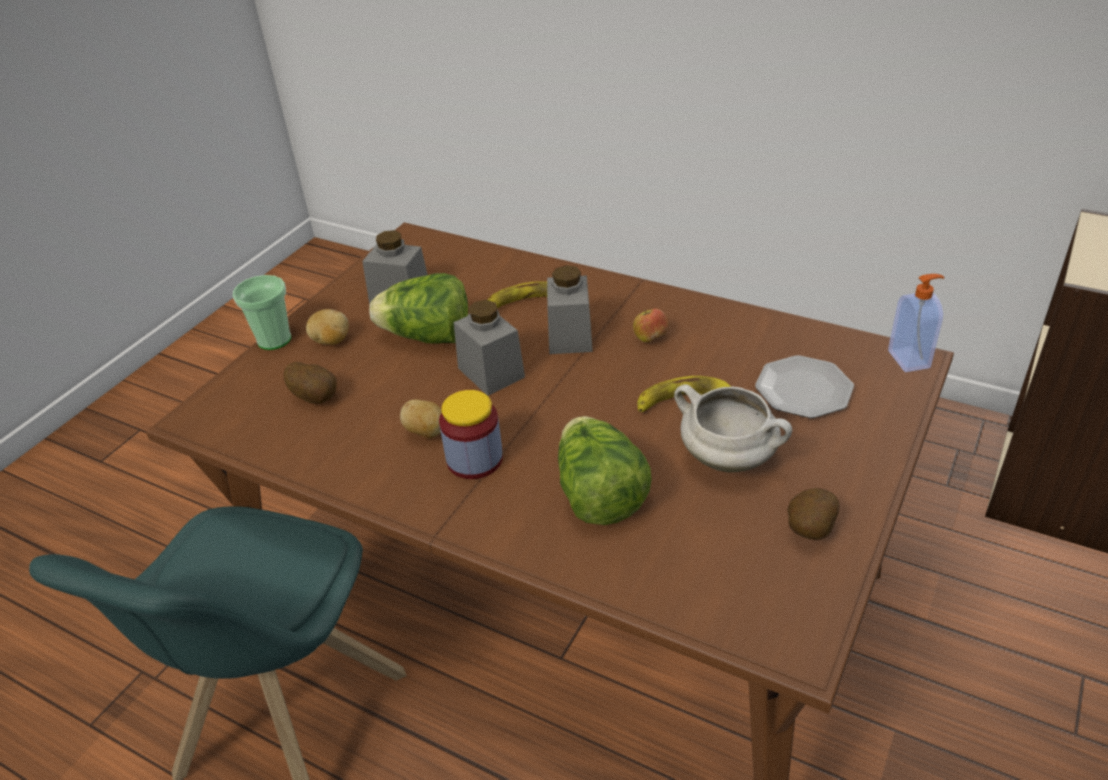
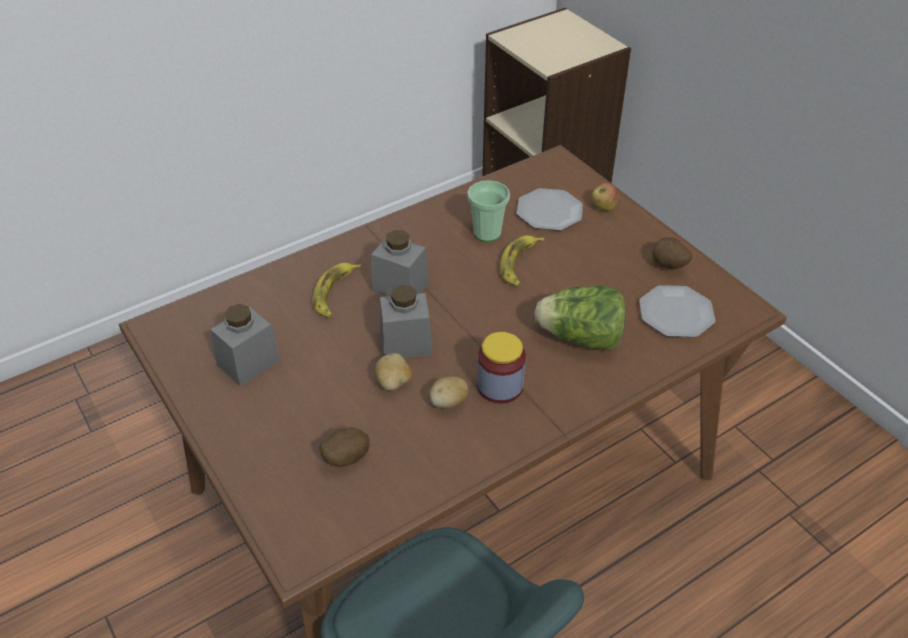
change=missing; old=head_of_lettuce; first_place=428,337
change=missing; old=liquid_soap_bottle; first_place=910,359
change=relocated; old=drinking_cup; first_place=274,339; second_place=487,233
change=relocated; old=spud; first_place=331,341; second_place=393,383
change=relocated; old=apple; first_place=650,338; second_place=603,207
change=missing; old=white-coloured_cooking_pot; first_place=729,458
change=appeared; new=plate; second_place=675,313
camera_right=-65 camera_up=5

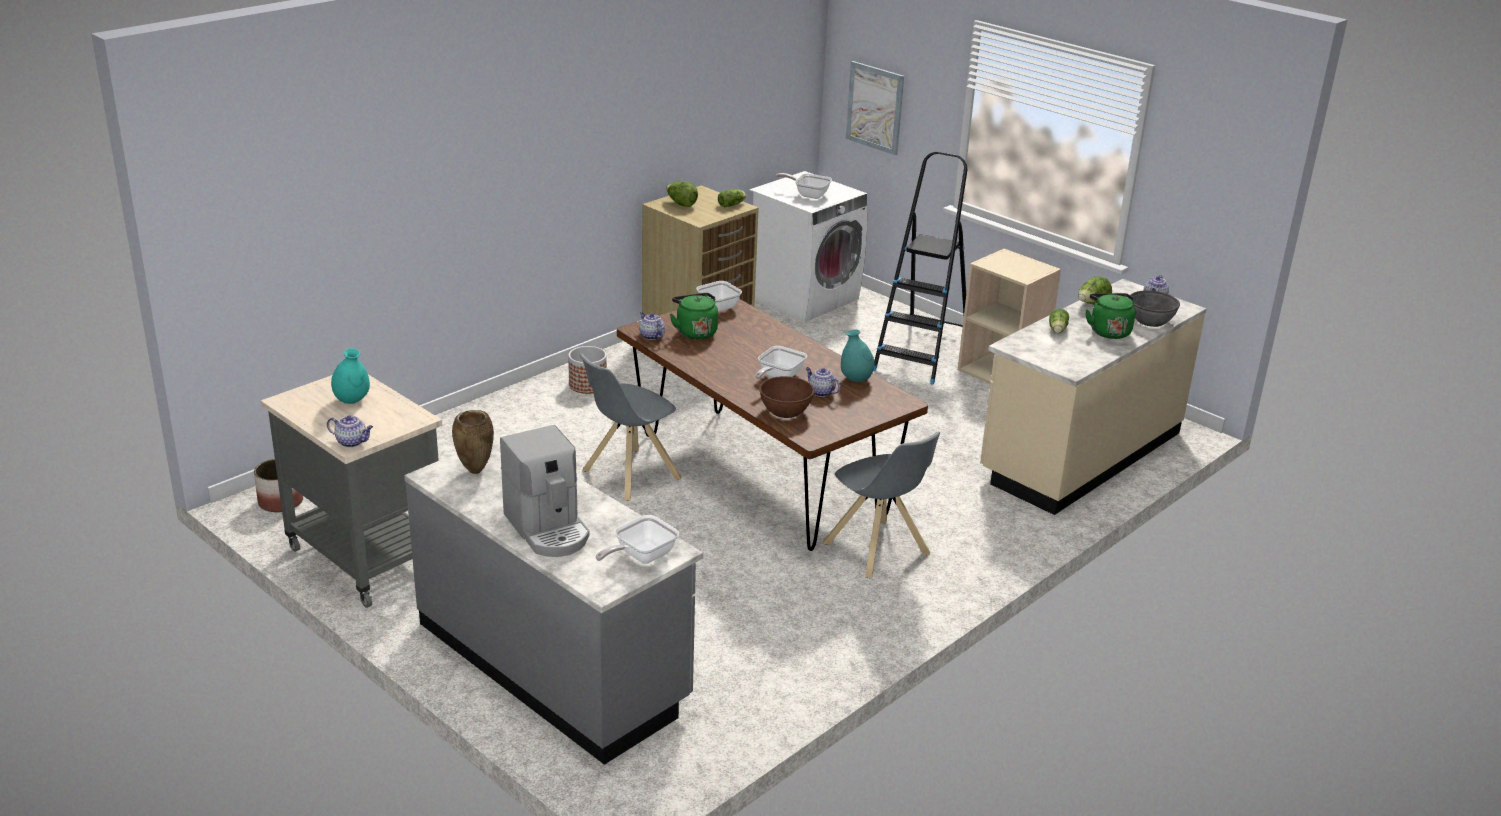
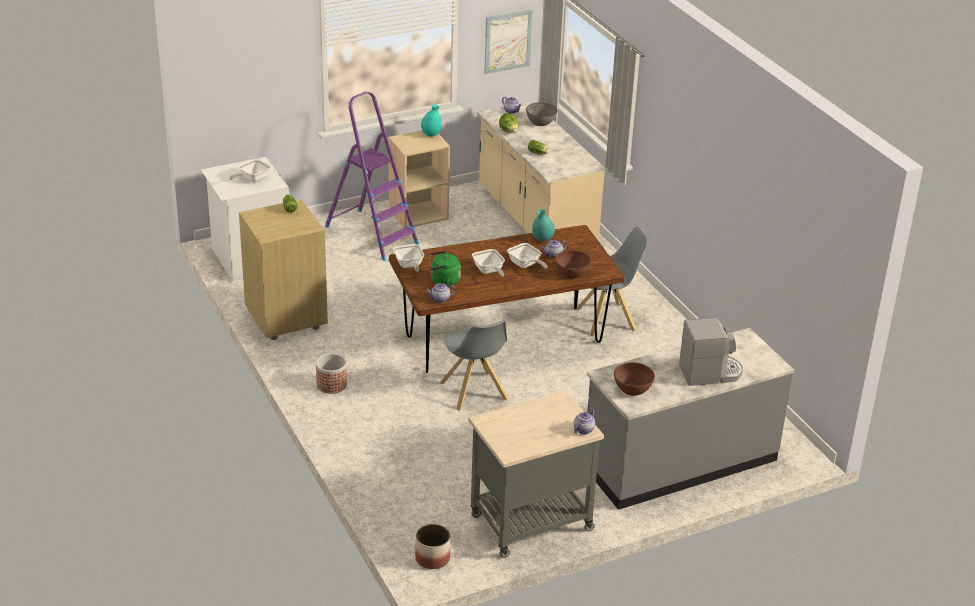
change=relocated; old=picture; first_place=875,107; second_place=507,41
change=colour; old=blackish_step_stool; new=purplish_step_stool; first_place=921,353; second_place=372,235
change=missing; old=head_of_lettuce; first_place=681,204
change=missing; old=greenish_tea_kettle; first_place=1108,331
change=relocated; old=blue-green_decorative_vase; first_place=352,400; second_place=431,134
change=exchanged; old=brownish_decorative_vase; new=brownish_bowl; first_place=474,471; second_place=632,389
change=relocated; old=skillet; first_place=640,556; second_place=489,271
camera_right=-70 camera_up=5

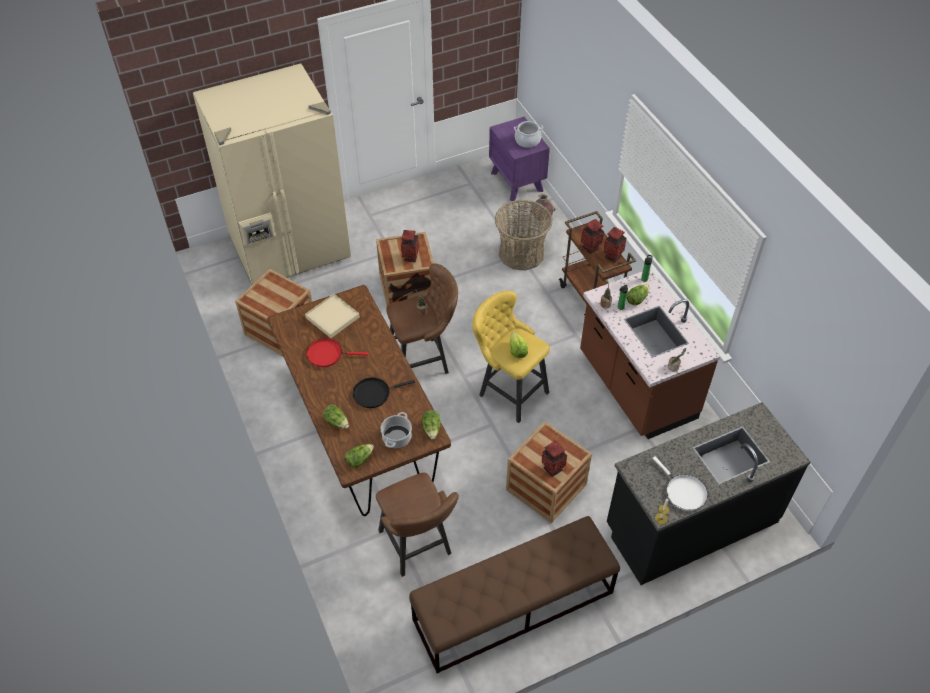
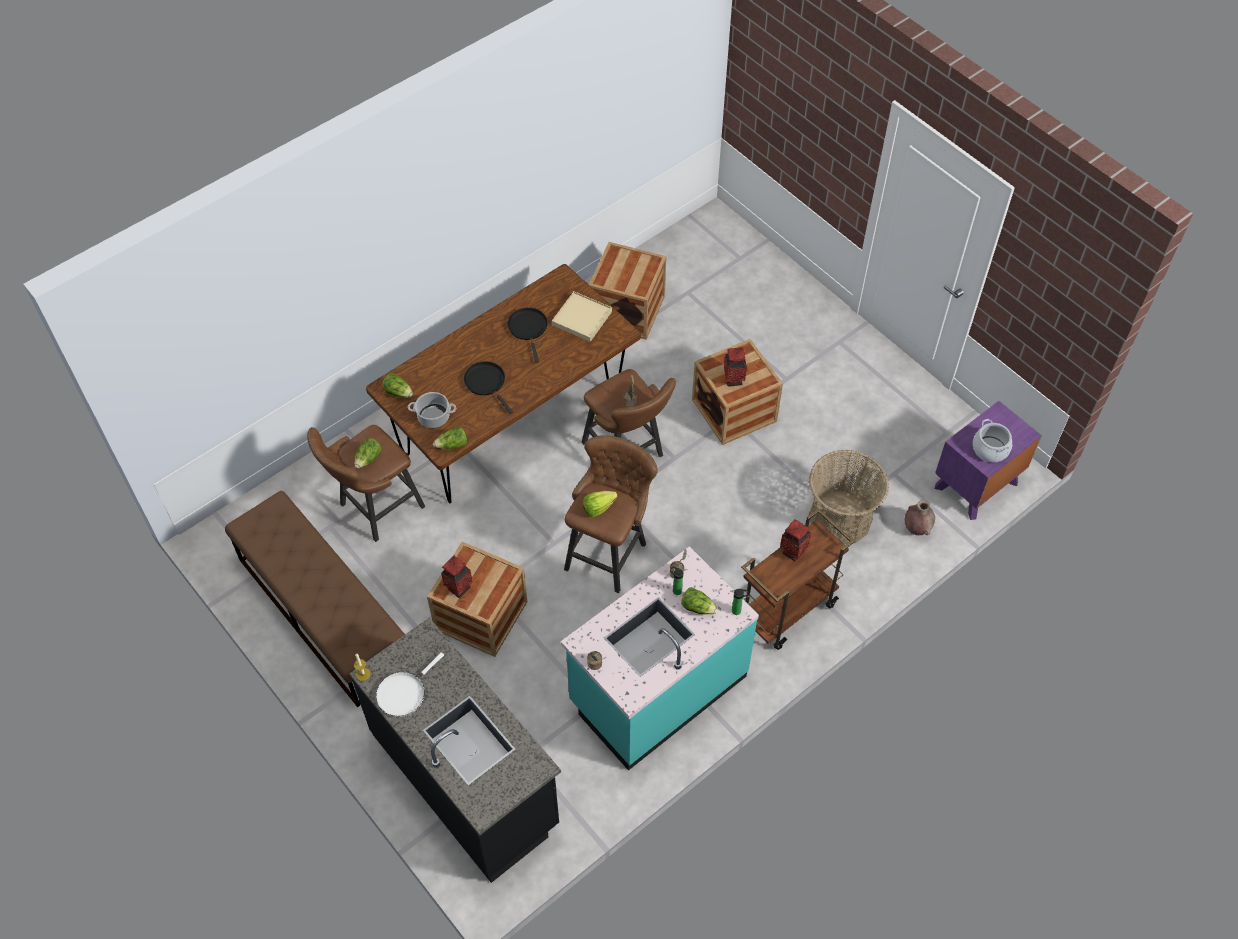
change=missing; old=sand-coloured_kitchen_fridge; first_place=290,250
change=missing; old=decorative_vase; first_place=612,257
change=colour; old=brownish_kitchen_counter; new=blue-green_kitchen_counter; first_place=635,387; second_place=657,689
change=colour; old=yellowish_stool; new=brownish_stool; first_place=507,389; second_place=610,548
change=colour; old=red_skillet; new=blackish_skillet; first_place=327,354; second_place=528,328
change=relocated; old=head_of_lettuce; first_place=337,422; second_place=368,458
camera_right=75 camera_up=5

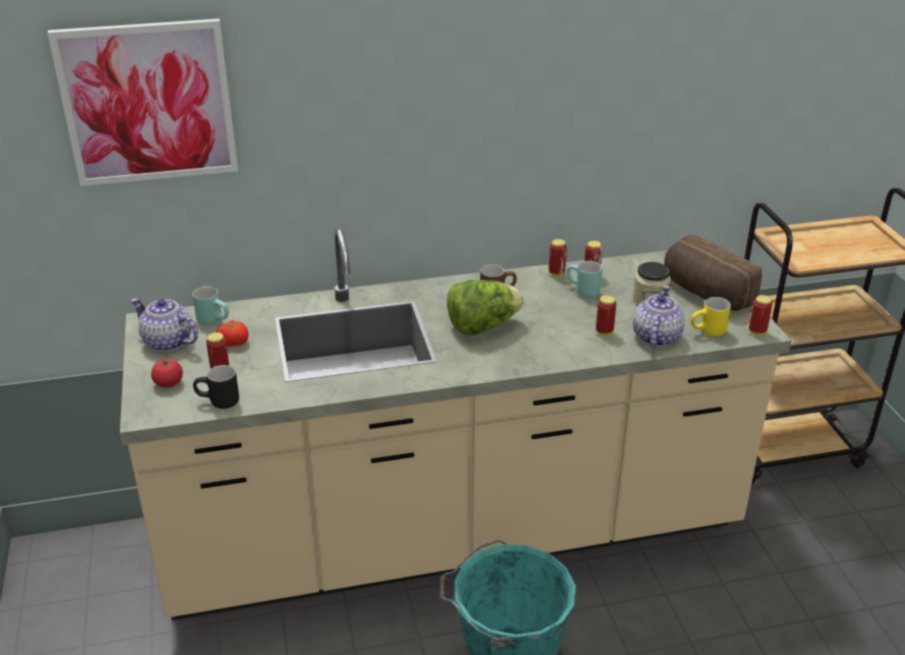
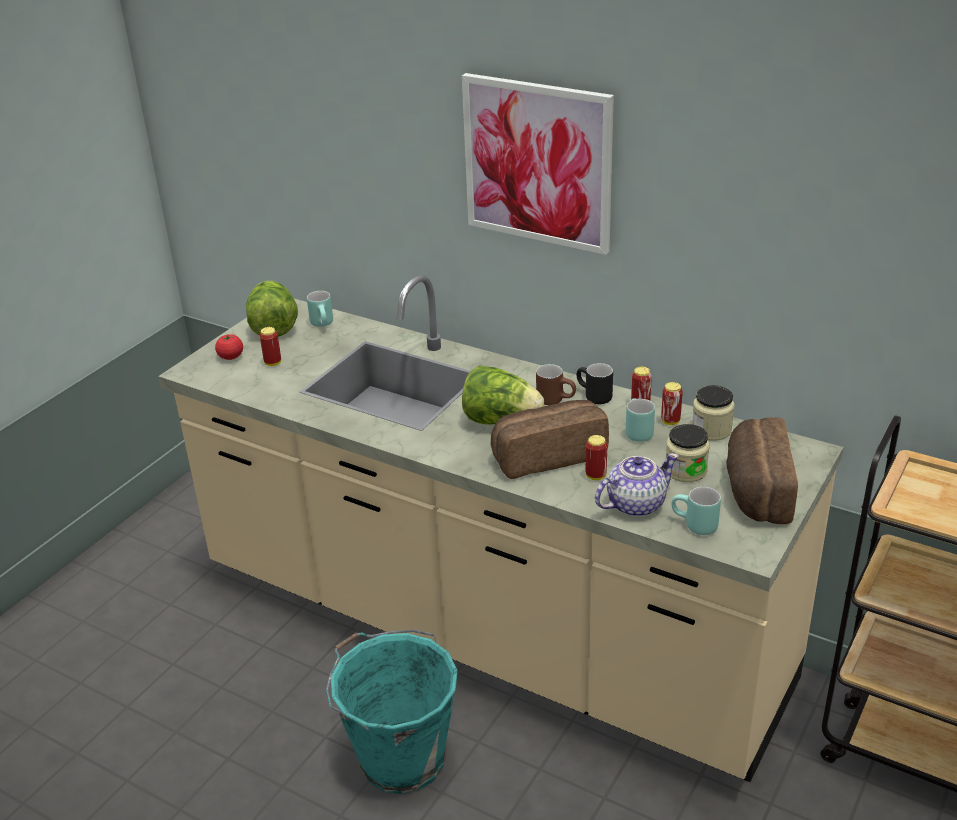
change=relocated; old=picture; first_place=148,102; second_place=538,162
change=missing; old=metal_can; first_place=757,331
change=colour; old=yellowish_tea_mug; new=blue-green_tea_mug; first_place=708,333; second_place=693,526
change=exchanged; old=pot_for_tea; new=head_of_lettuce; first_place=168,342; second_place=273,327
change=missing; old=whole_tomato; first_place=234,341
change=relocated; old=blackish_tea_mug; first_place=218,403; second_place=592,397
change=appeared; new=storage_jar; second_place=711,430
change=appeared; new=bread; second_place=548,455
camera_right=45 camera_up=0

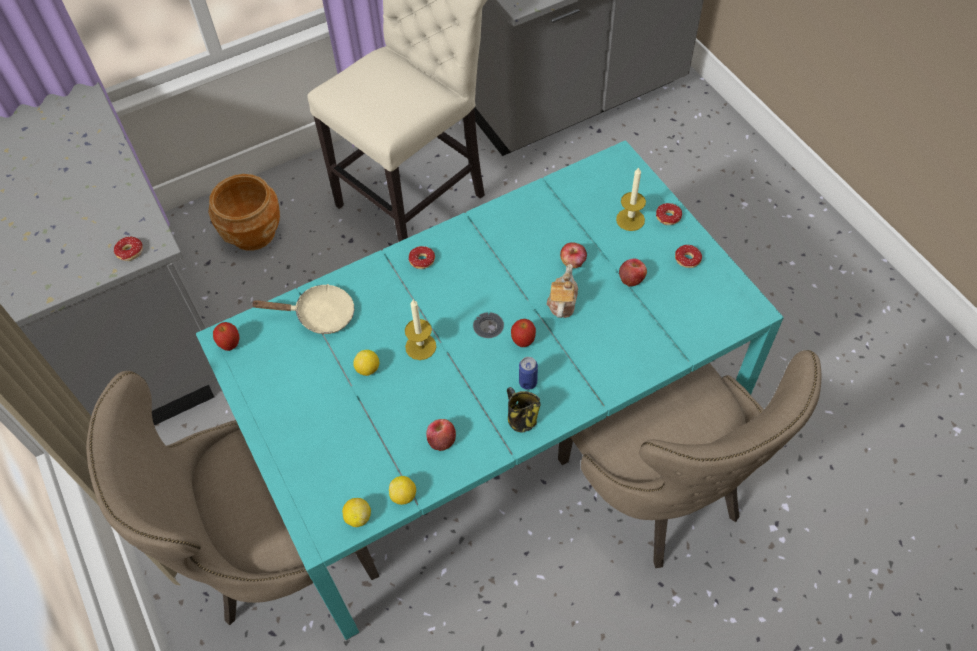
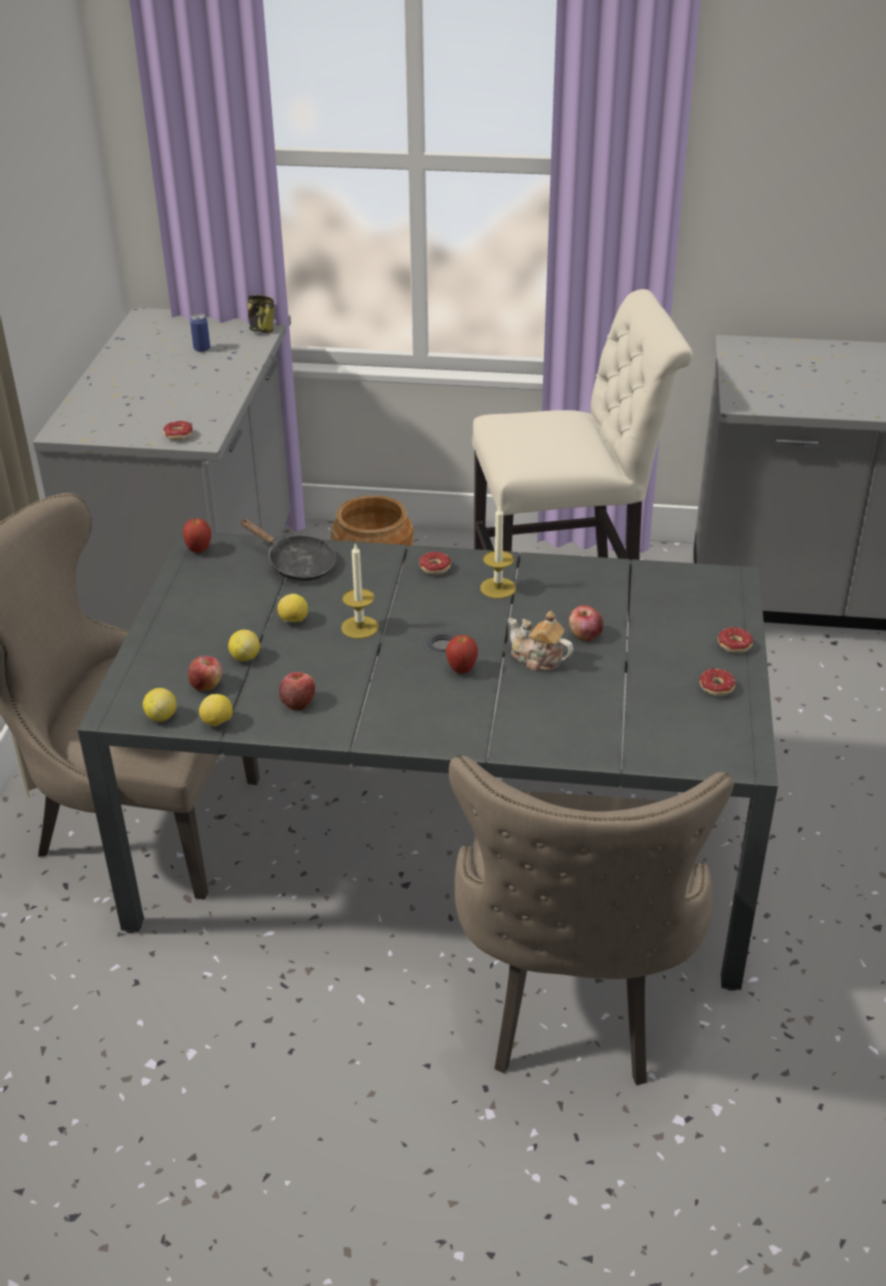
change=colour; old=blue-green_kitchen_table; new=gray_kitchen_table; first_place=493,428; second_place=445,842
change=relocated; old=wax_candle; first_place=630,219; second_place=498,588
change=relocated; old=apple; first_place=631,279; second_place=206,684
change=spun; old=pot_for_tea; first_place=562,302; second_place=537,659; degrees=-105
change=colour; old=sand-coloured_skillet; new=blackish_skillet; first_place=319,315; second_place=296,564
change=relocated; old=metal_can; first_place=528,382; second_place=202,349
change=relocated; old=tea_mug; first_place=520,419; second_place=262,329
change=appeared; new=citrus_fruit; second_place=245,657
camera_right=35 camera_up=-20

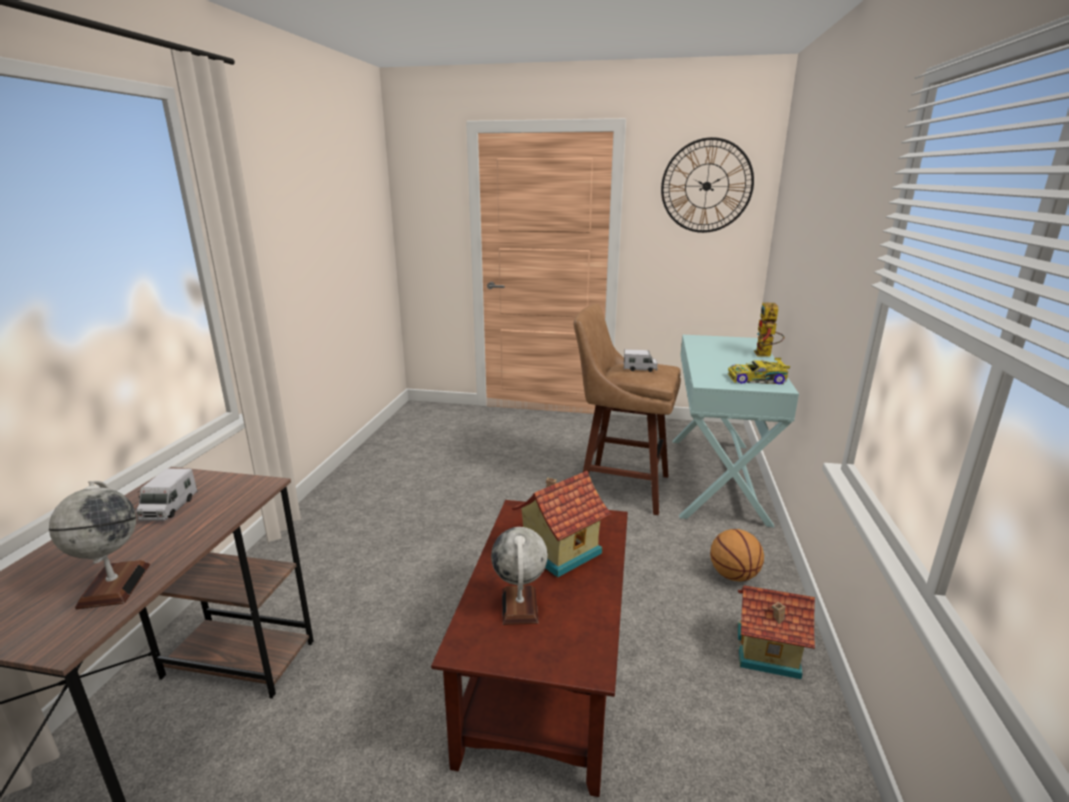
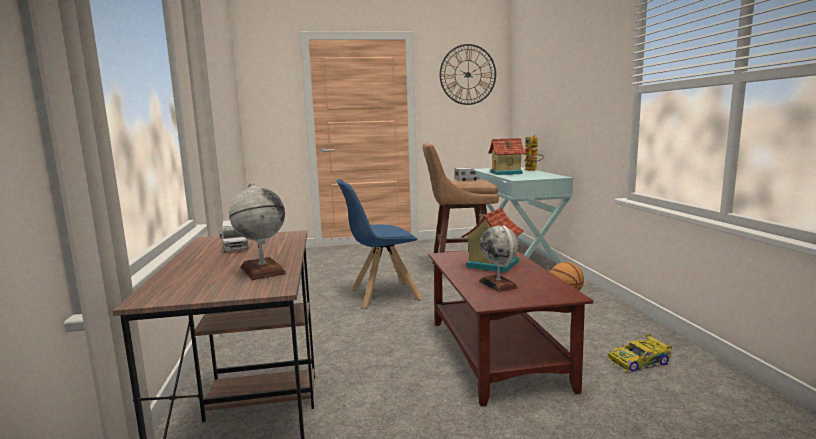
change=relocated; old=model_car; first_place=757,379; second_place=639,361
change=relocated; old=miniature_house; first_place=768,653; second_place=506,173
change=appeared; new=blue_plain_chair; second_place=381,295
camera_right=-20 camera_up=-10

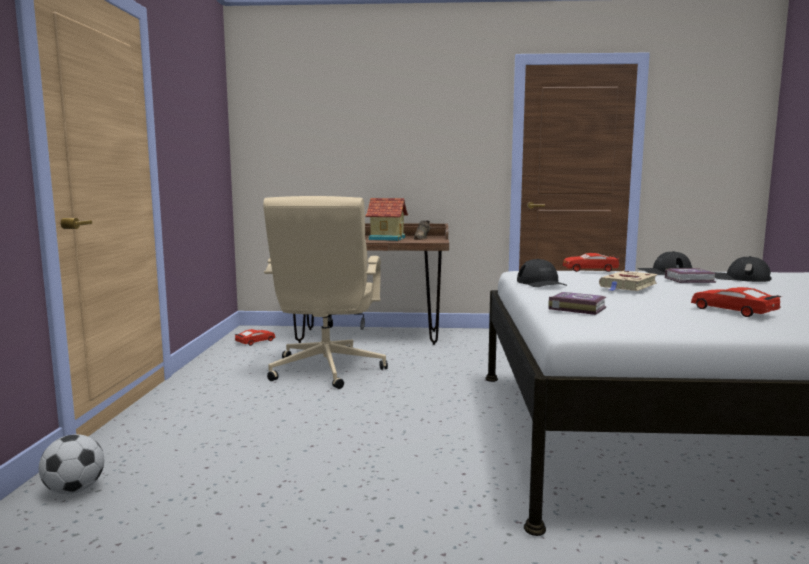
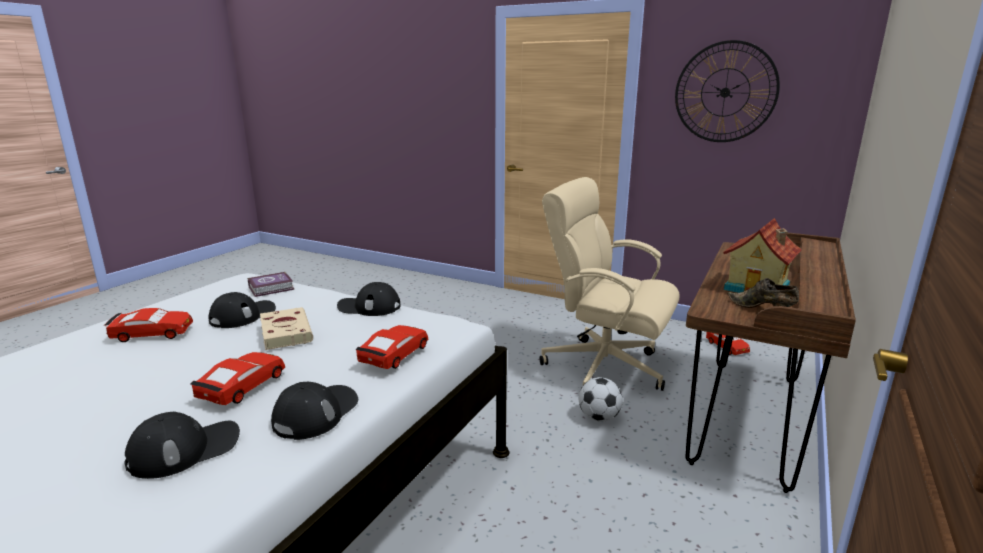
change=exchanged; old=bound_book; new=red_model_car; first_place=691,280; second_place=242,386
change=relocated; old=football; first_place=75,490; second_place=599,417
change=appeared; new=hanging_clock; second_place=725,92
change=appeared; new=blackish_baseball_cap; second_place=243,315
camera_right=115 camera_up=10

